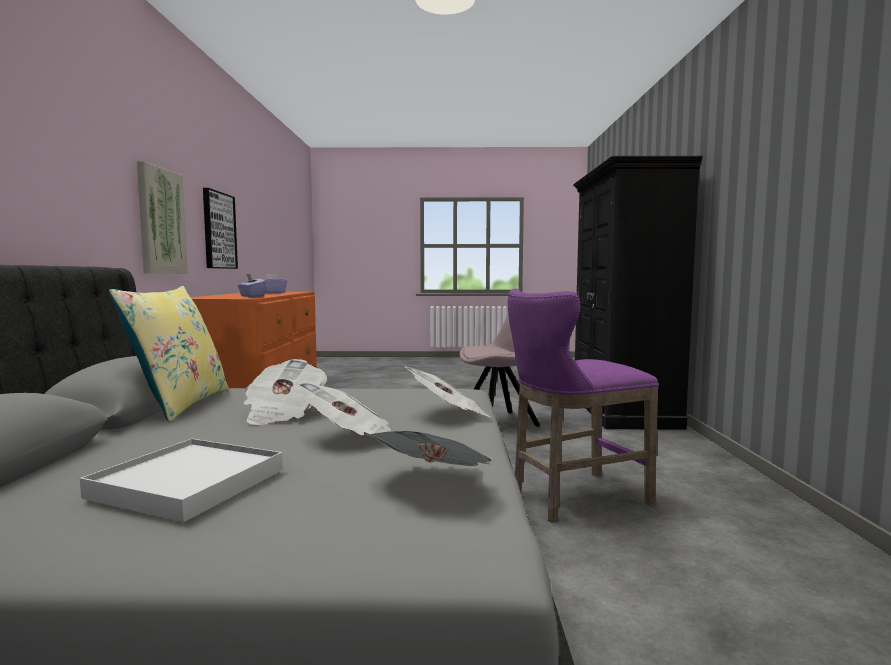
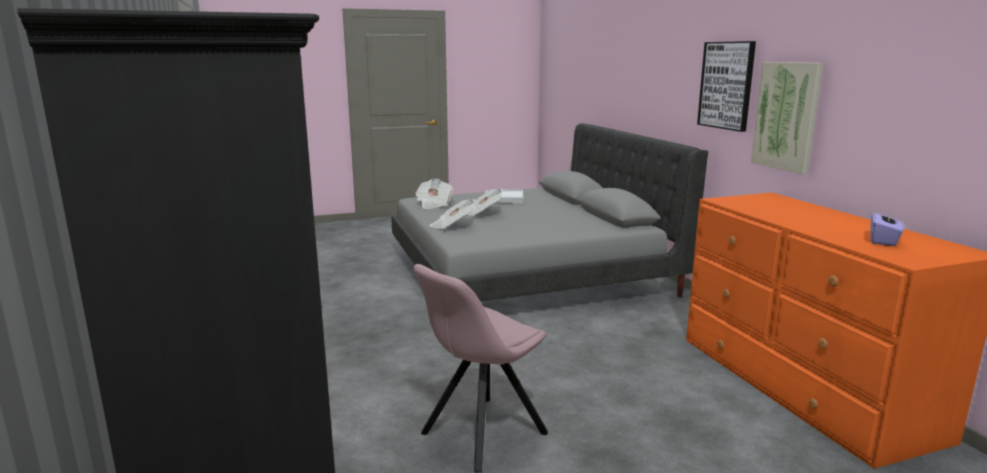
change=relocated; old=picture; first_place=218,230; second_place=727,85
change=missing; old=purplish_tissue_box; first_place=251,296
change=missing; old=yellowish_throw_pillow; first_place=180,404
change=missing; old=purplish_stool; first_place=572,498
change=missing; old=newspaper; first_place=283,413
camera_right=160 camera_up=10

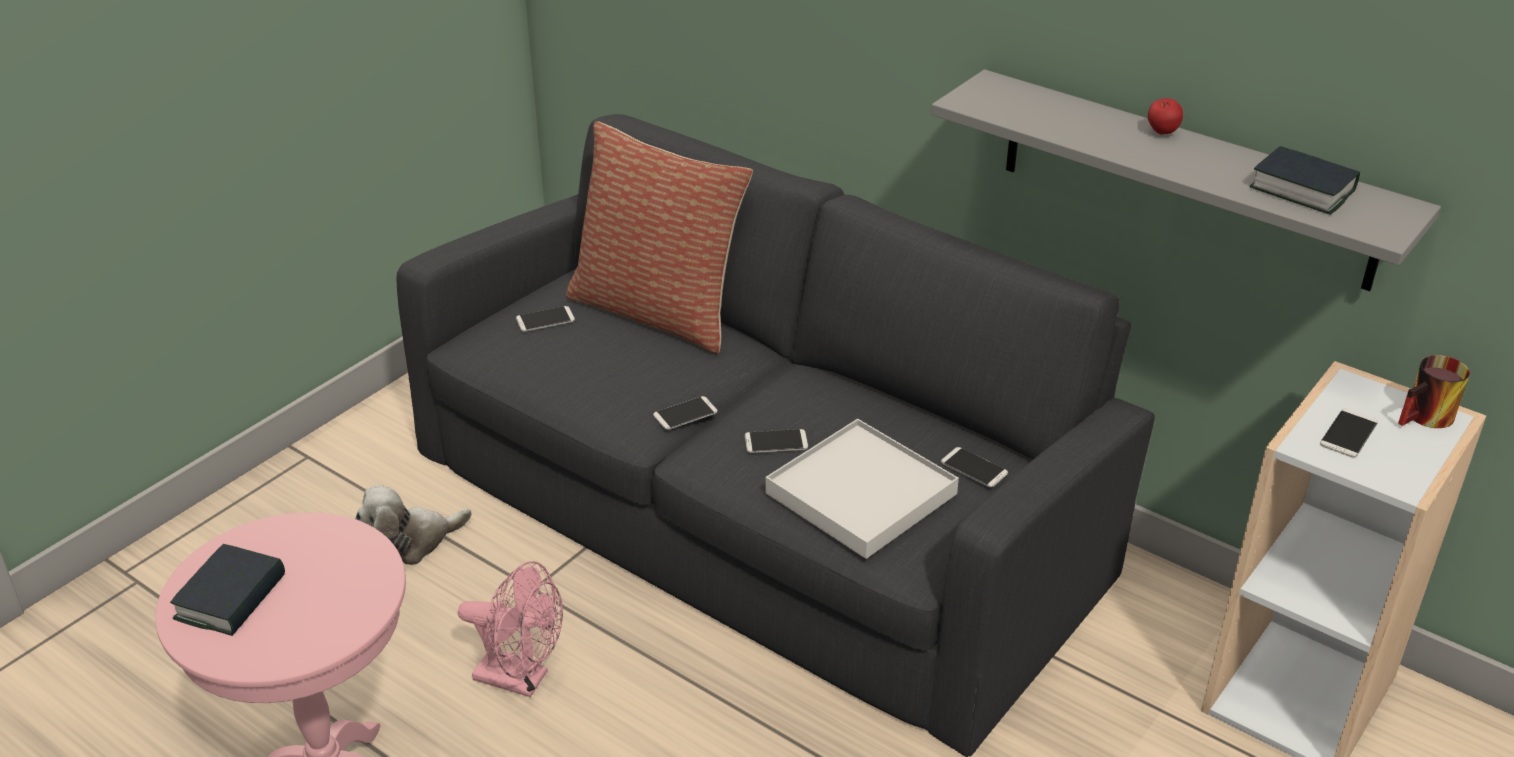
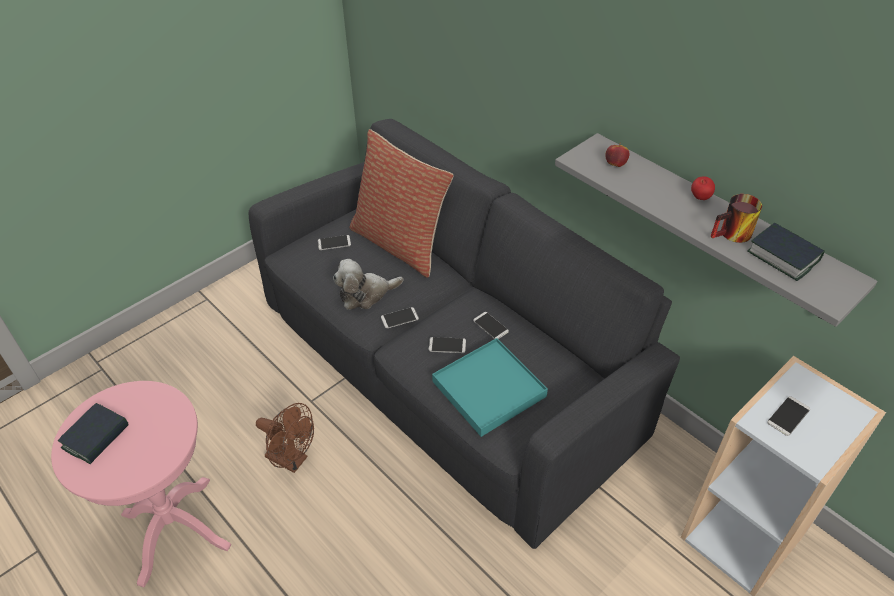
change=relocated; old=tea_mug; first_place=1427,419; second_place=733,235
change=colour; old=white-coloured_serving_tray; new=blue-green_serving_tray; first_place=861,494; second_place=489,389
change=relocated; old=phone; first_place=974,468; second_place=490,326
change=relocated; old=soft_toy; first_place=411,542; second_place=365,294
change=colour; old=pink_fan; new=brownish_fan; first_place=521,679; second_place=292,460
change=appeared; new=apple; second_place=615,164
camera_right=10 camera_up=10

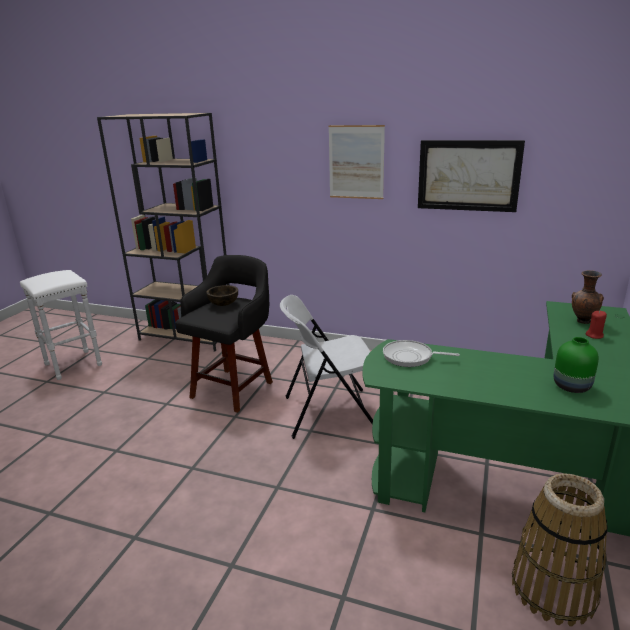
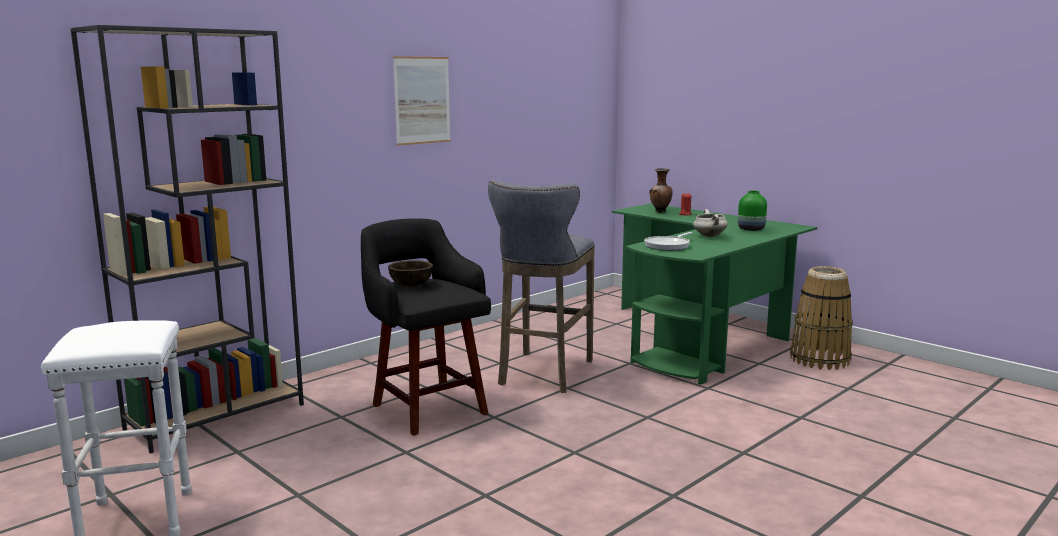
change=missing; old=picture; first_place=468,175
change=exchanged; old=white-coloured_plain_chair; new=gray_stool; first_place=329,412; second_place=543,374
change=appeared; new=white-coloured_cooking_pot; second_place=709,236
camera_right=-65 camera_up=-10

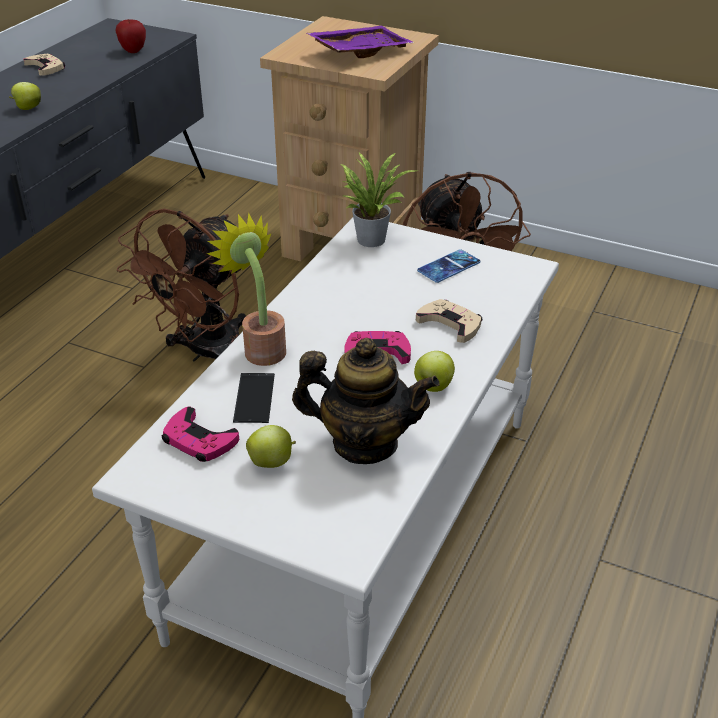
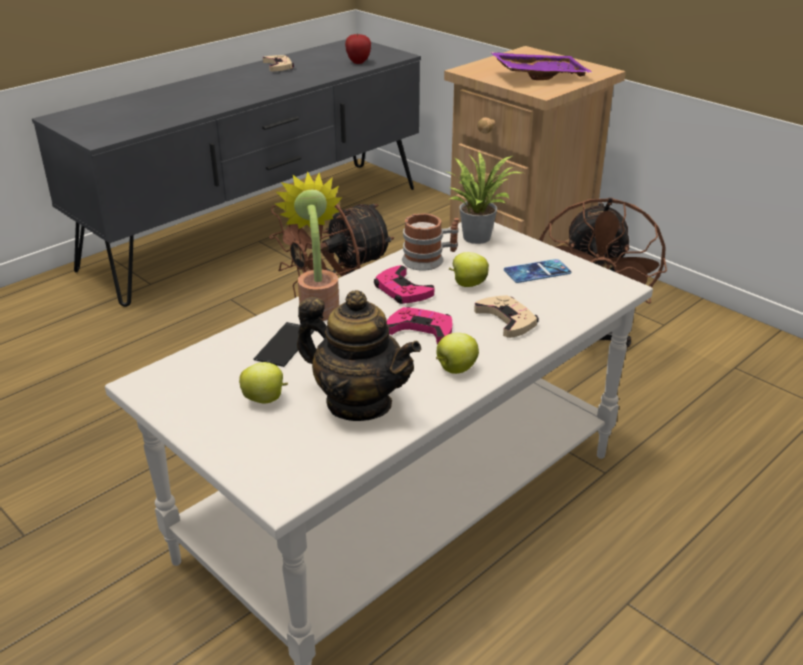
change=relocated; old=apple; first_place=27,108; second_place=467,284
change=relocated; old=pink_game_controller; first_place=199,440; second_place=402,290
change=appeared; new=tea_mug; second_place=430,260
camera_right=20 camera_up=-5

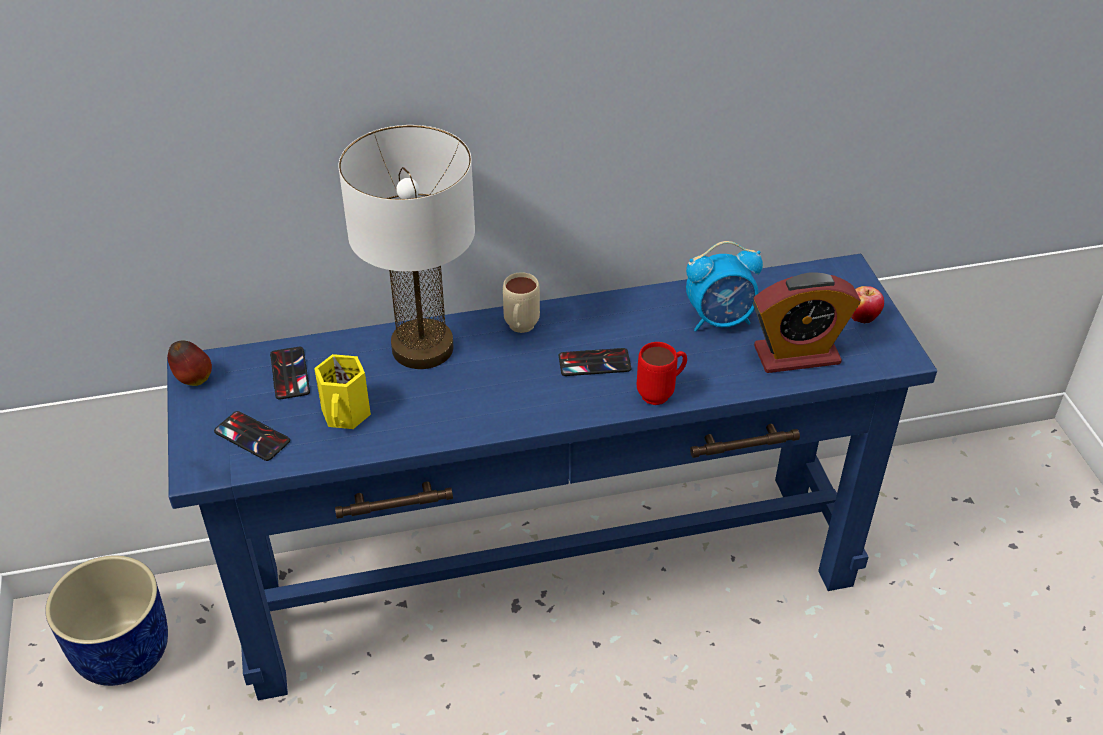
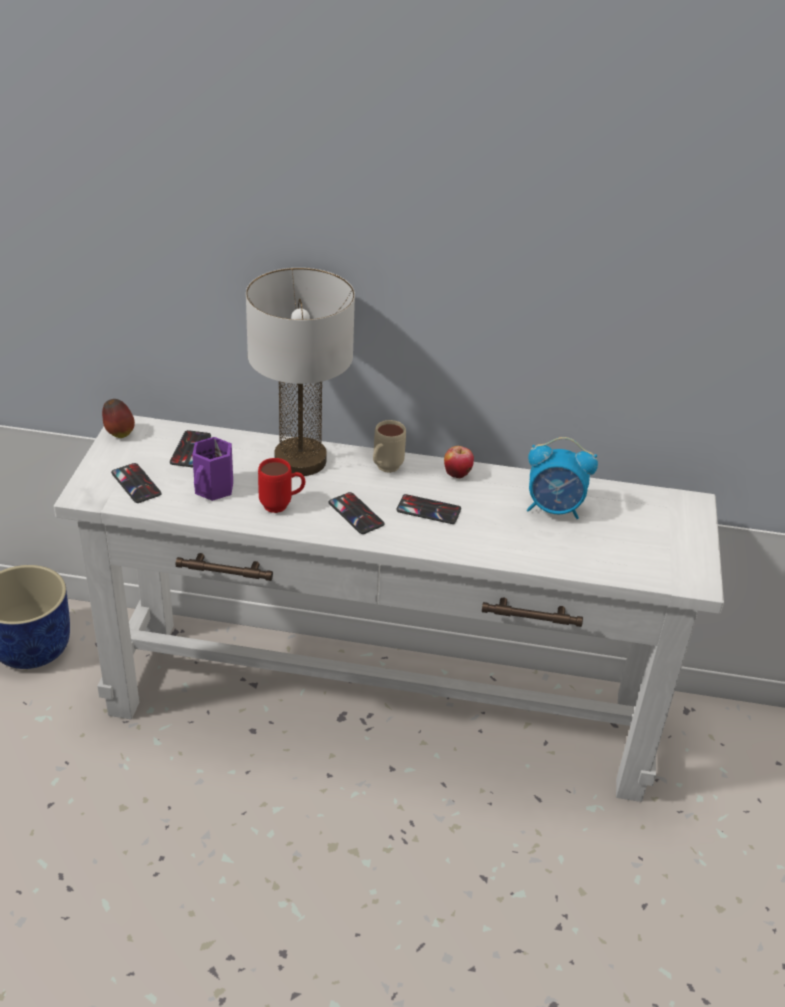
change=colour; old=blue_console_table; new=white-coloured_console_table; first_place=550,580; second_place=381,707
change=missing; old=bedside_clock; first_place=797,355
change=relocated; old=apple; first_place=862,318; second_place=457,474
change=relocated; old=red_tea_mug; first_place=661,393; second_place=282,506
change=colour; old=yellowish_tea_mug; new=purplish_tea_mug; first_place=347,414; second_place=214,489
change=appeared; new=phone; second_place=356,513
camera_right=20 camera_up=-5

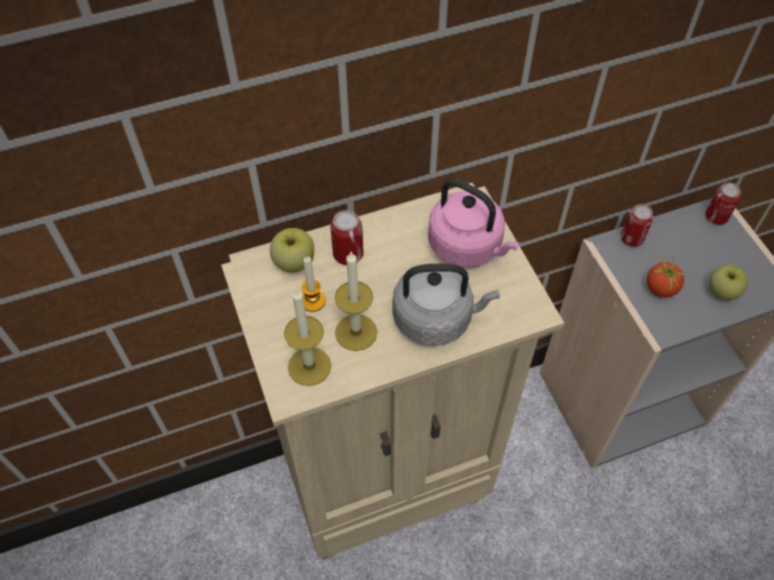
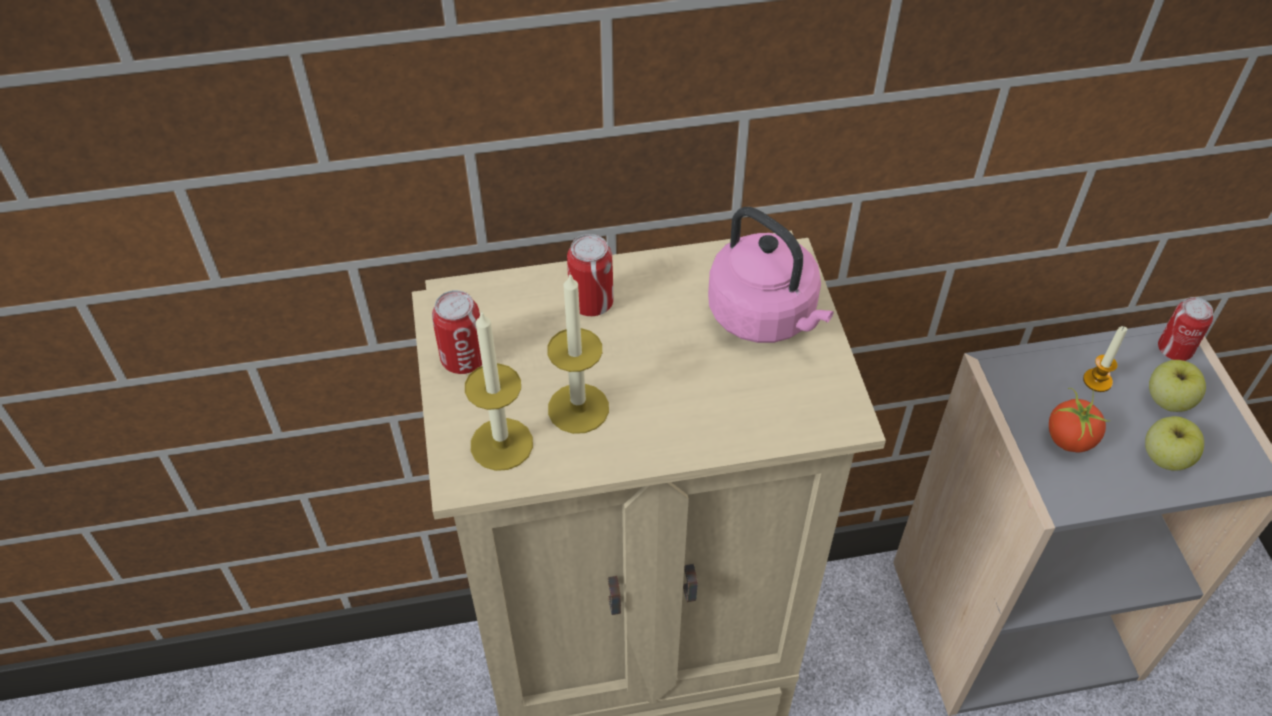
change=relocated; old=metal_can; first_place=631,238; second_place=463,359
change=relocated; old=apple; first_place=294,262; second_place=1168,400
change=relocated; old=wax_candle; first_place=313,301; second_place=1097,381
change=missing; old=gray_tea_kettle; first_place=436,319
camera_right=10 camera_up=-5

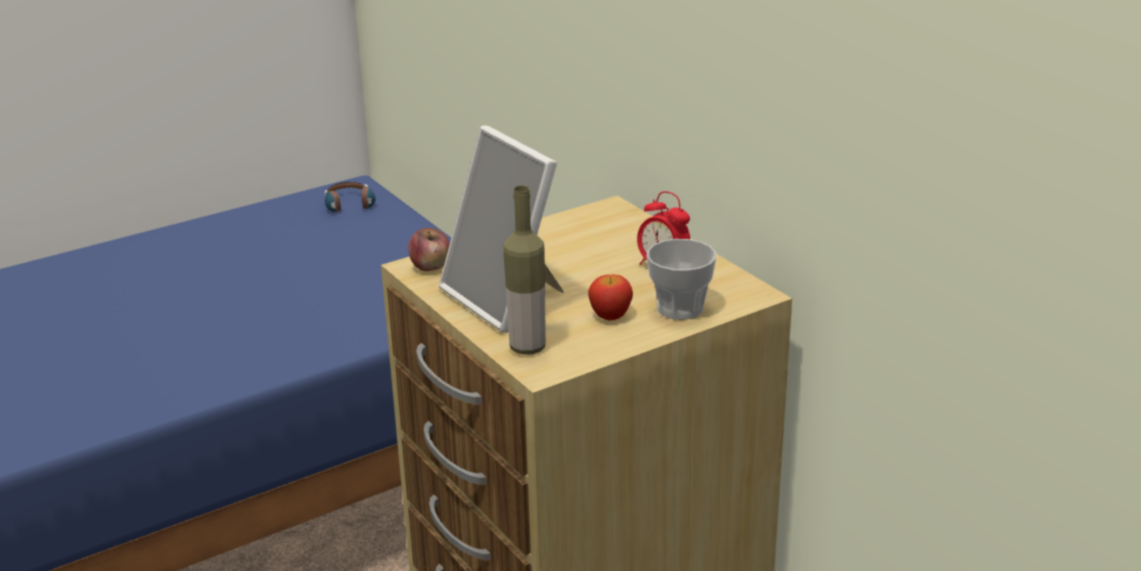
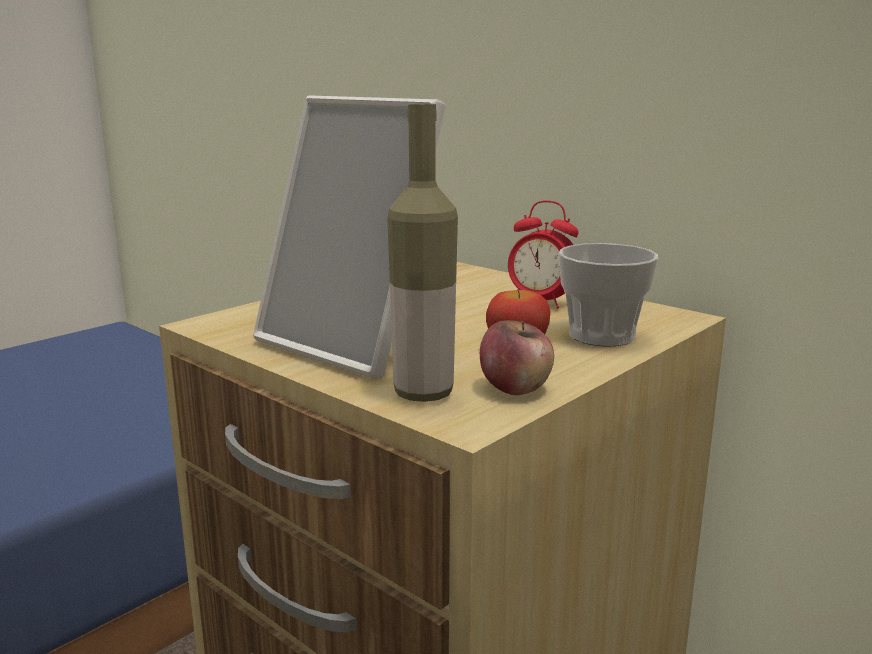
change=missing; old=headphones; first_place=350,208
change=relocated; old=apple; first_place=430,266; second_place=515,388
camera_right=-15 camera_up=-10

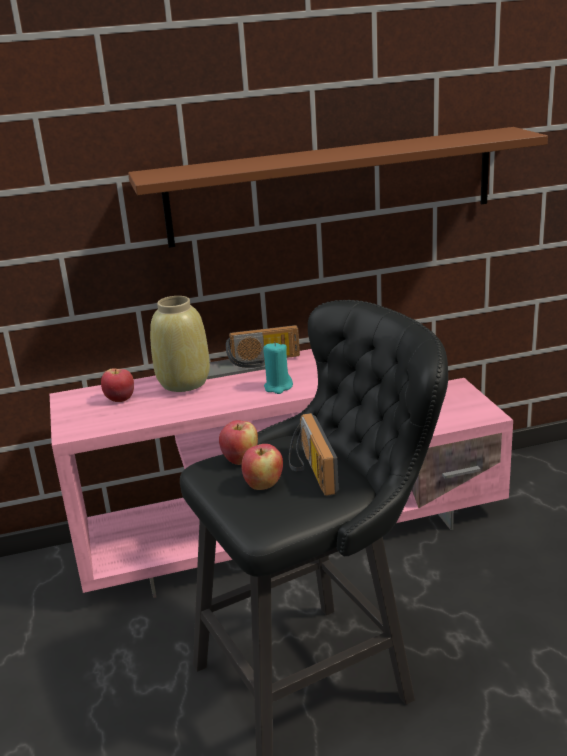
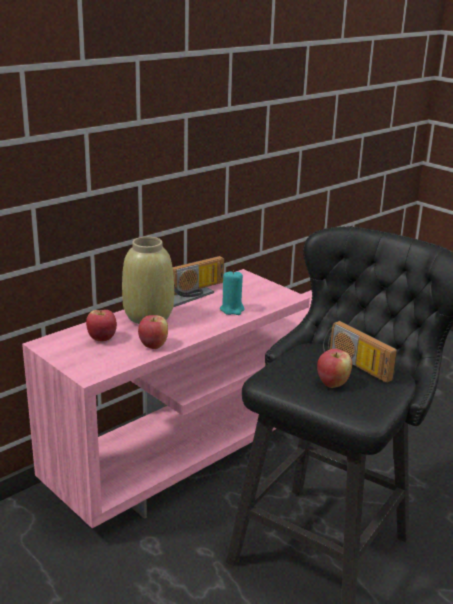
change=missing; old=brownish_bracket_shelf; first_place=332,186
change=relocated; old=apple; first_place=240,459; second_place=153,345
camera_right=-30 camera_up=0

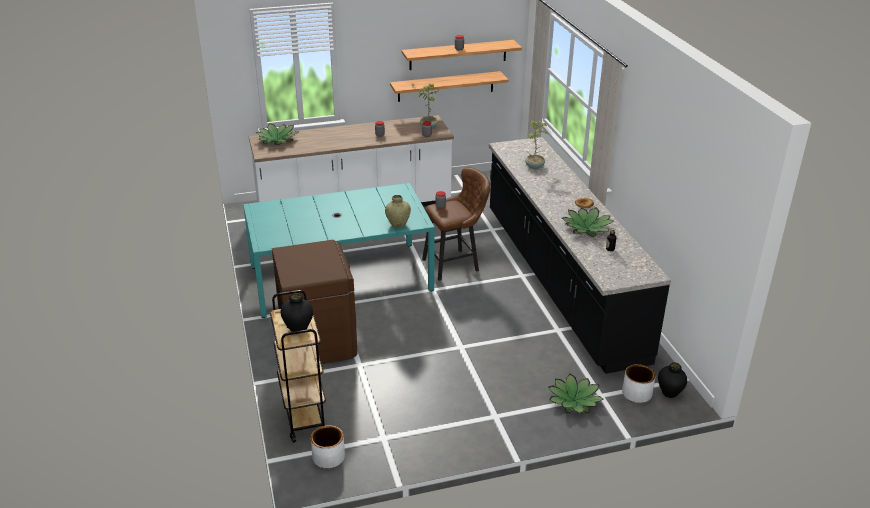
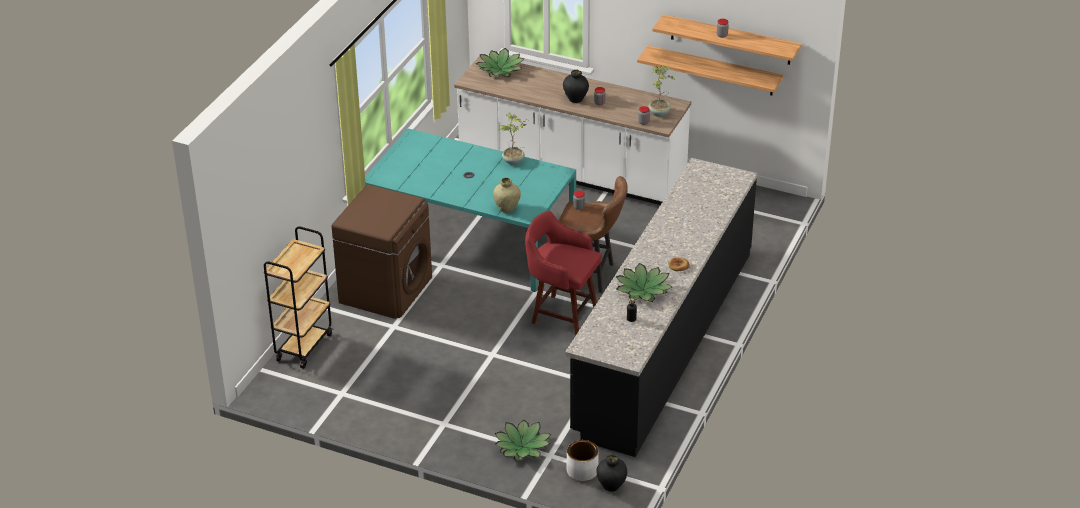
change=relocated; old=plant_in_a_pot; first_place=535,166; second_place=514,161
change=relocated; old=blackish_decorative_vase; first_place=298,328; second_place=575,99
change=missing; old=white-coloured_flower_pot; first_place=328,457
change=appeared; new=red_stool; second_place=562,315
camera_right=40 camera_up=5

